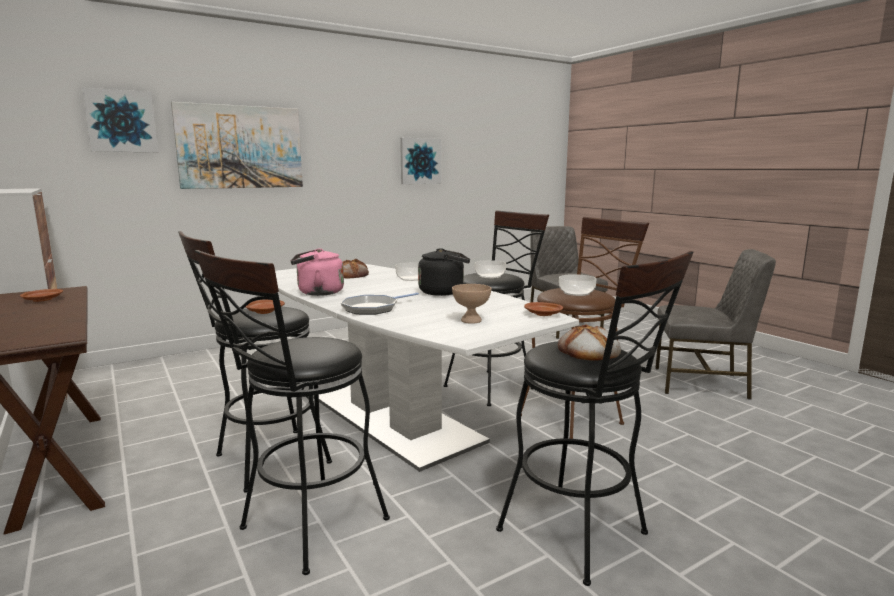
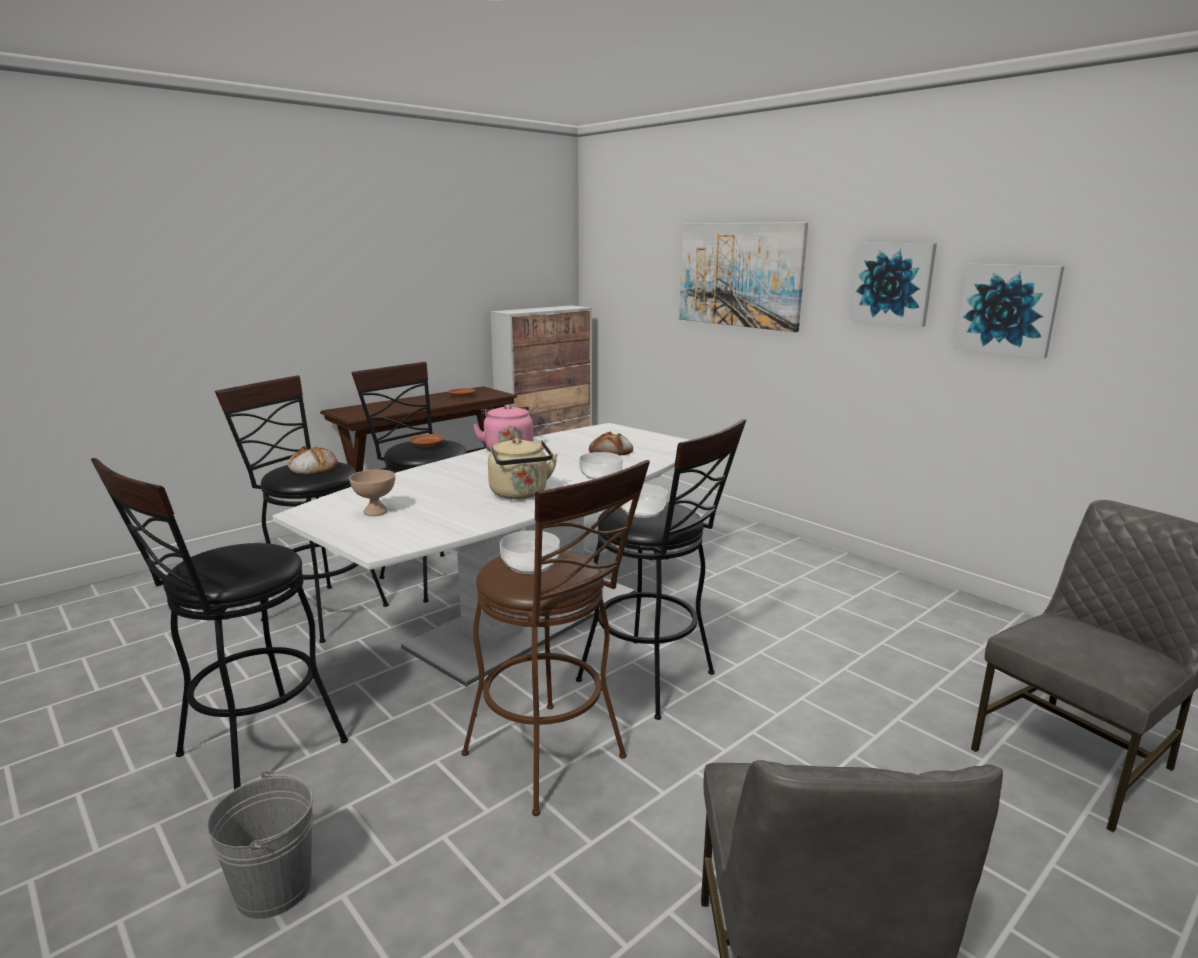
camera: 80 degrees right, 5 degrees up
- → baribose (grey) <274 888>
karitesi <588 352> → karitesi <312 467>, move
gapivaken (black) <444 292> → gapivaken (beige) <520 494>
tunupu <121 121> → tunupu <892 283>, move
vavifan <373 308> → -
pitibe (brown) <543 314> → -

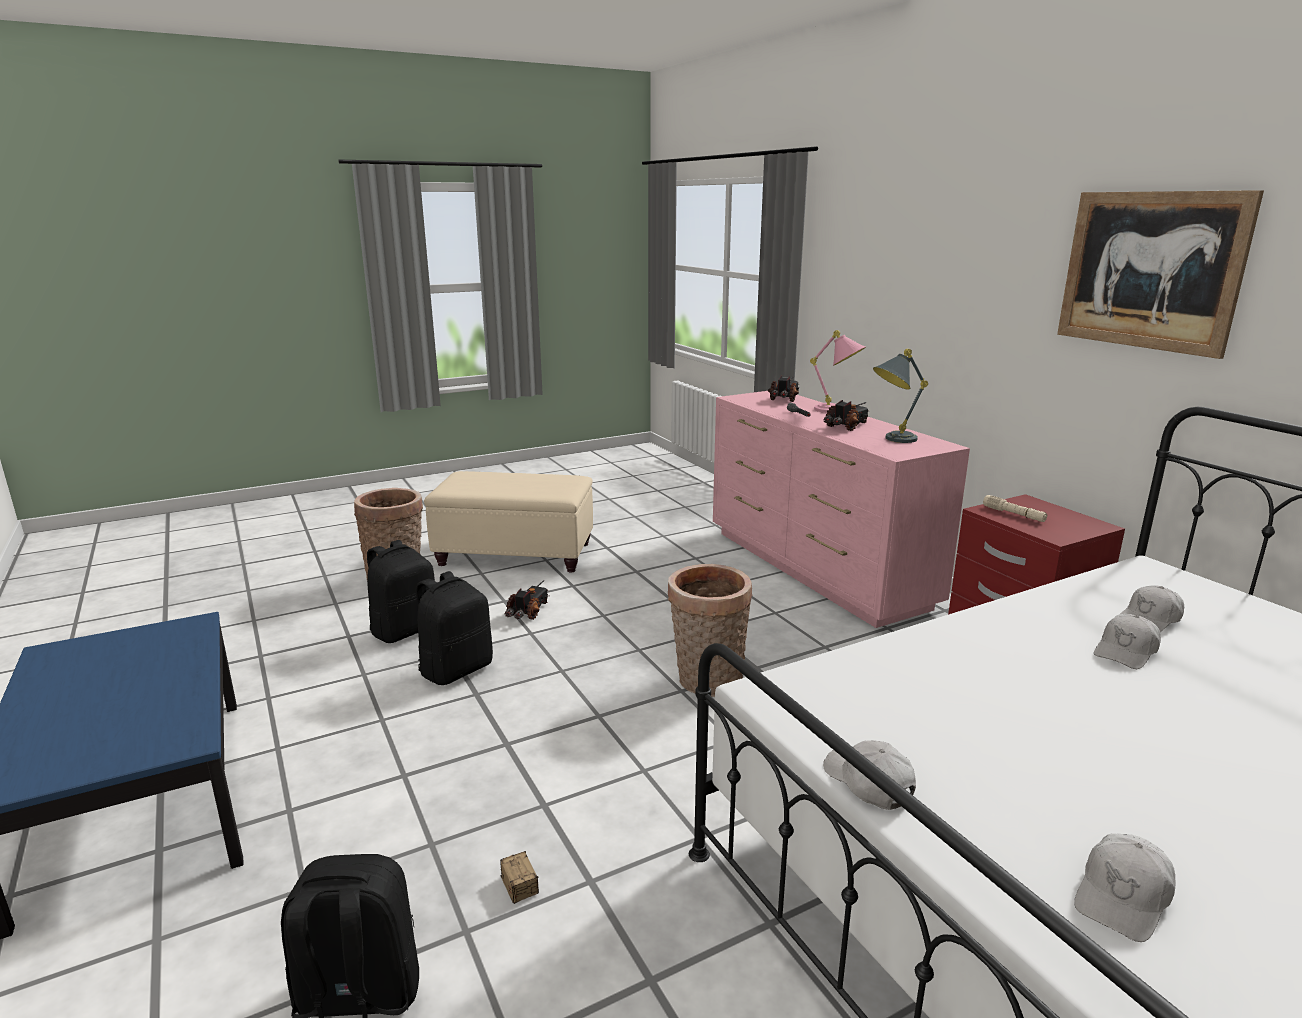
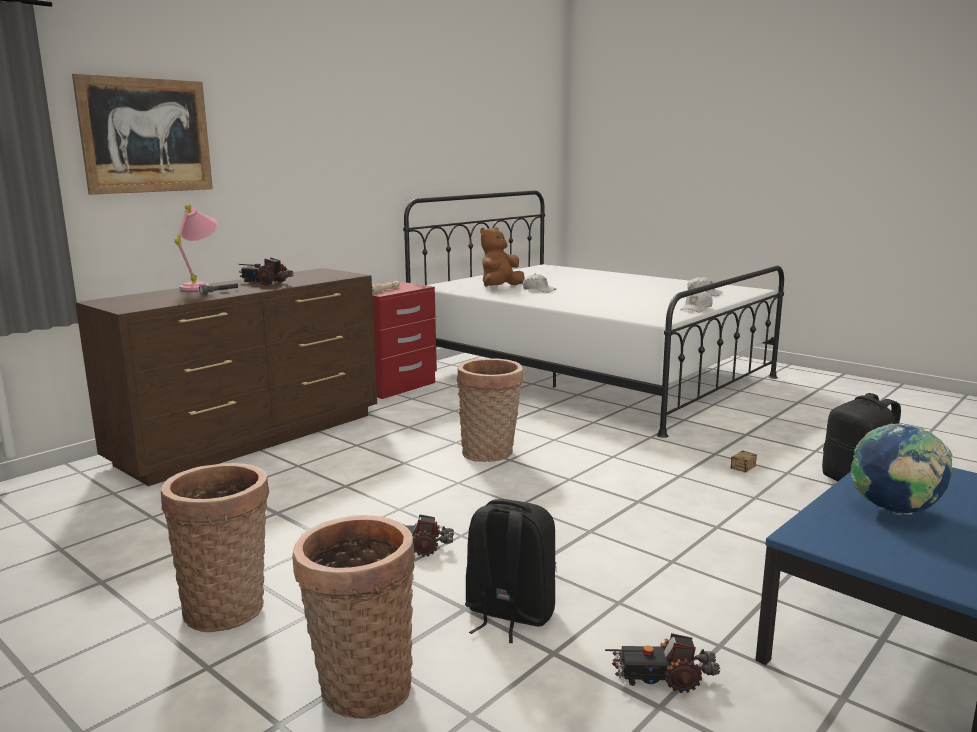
camera: 110 degrees left, 5 degrees down
tunupu <1150 270> → tunupu <146 136>, move
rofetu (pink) <816 569> → rofetu (brown) <252 438>
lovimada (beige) <516 554> → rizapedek <227 606>
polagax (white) <1149 619> → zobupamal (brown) <500 288>
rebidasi <785 399> → rebidasi <662 678>, move
- → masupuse <895 512>
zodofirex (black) <456 669> → -
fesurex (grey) <891 440> → -

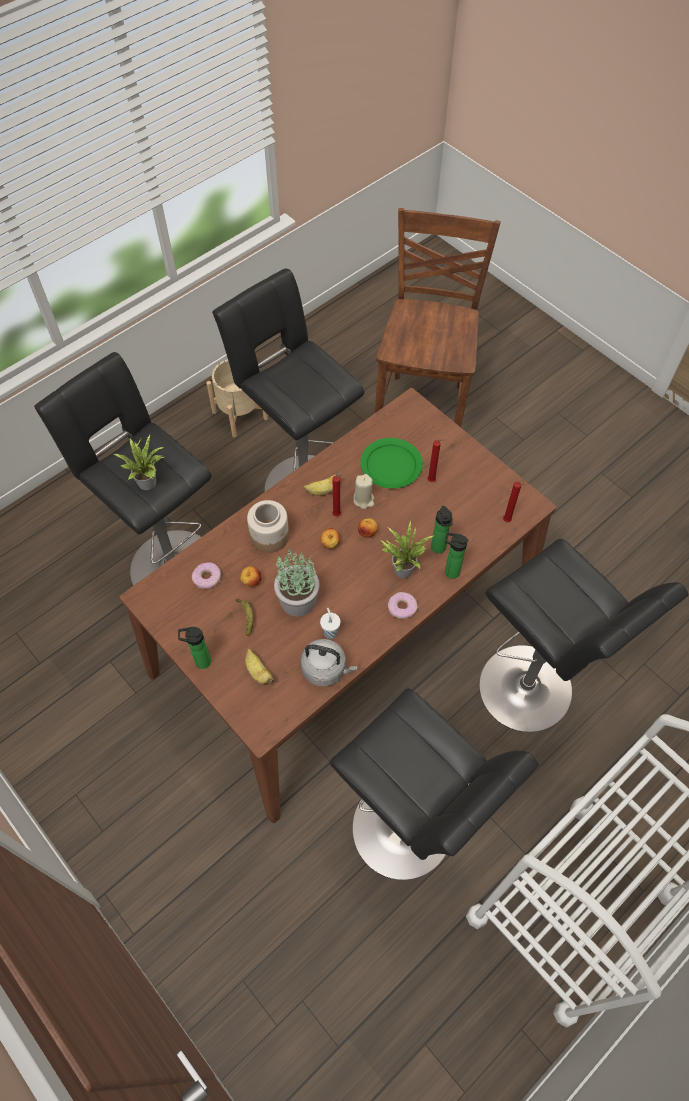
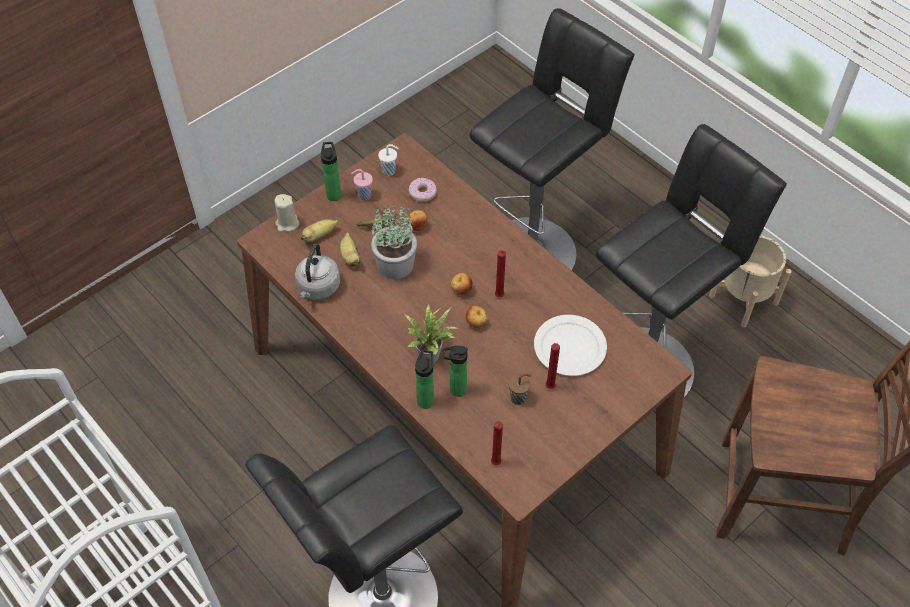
camera: 90 degrees right, 5 degrees down
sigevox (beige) <363 499> → sigevox (beige) <287 223>, move
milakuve <323 491> → milakuve <350 257>, move
- → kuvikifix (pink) <363 195>
kuvikifix (white) <330 632> → kuvikifix (white) <389 171>, move
- → kuvikifix (brown) <519 398>
pitibe (green) <391 464> → pitibe (white) <570 347>
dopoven <149 481> → -
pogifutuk <270 536> → -
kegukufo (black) <408 833> → -
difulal <402 607> → -

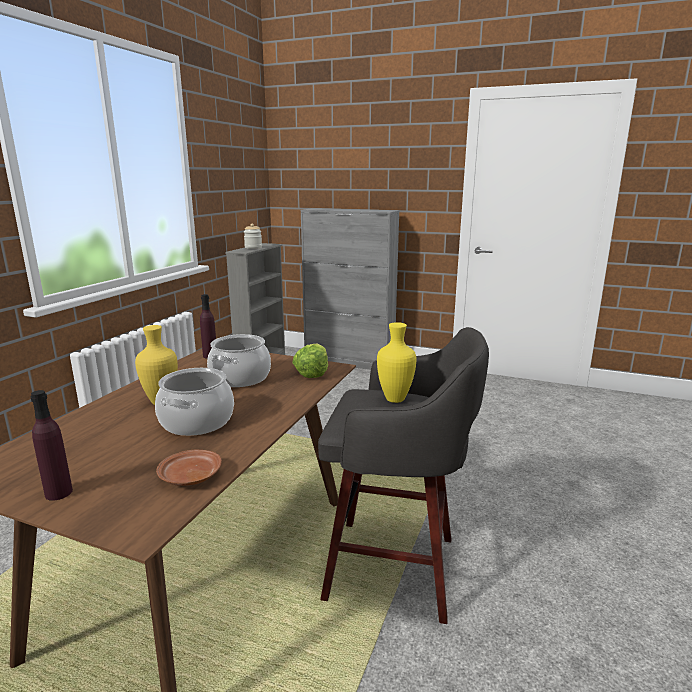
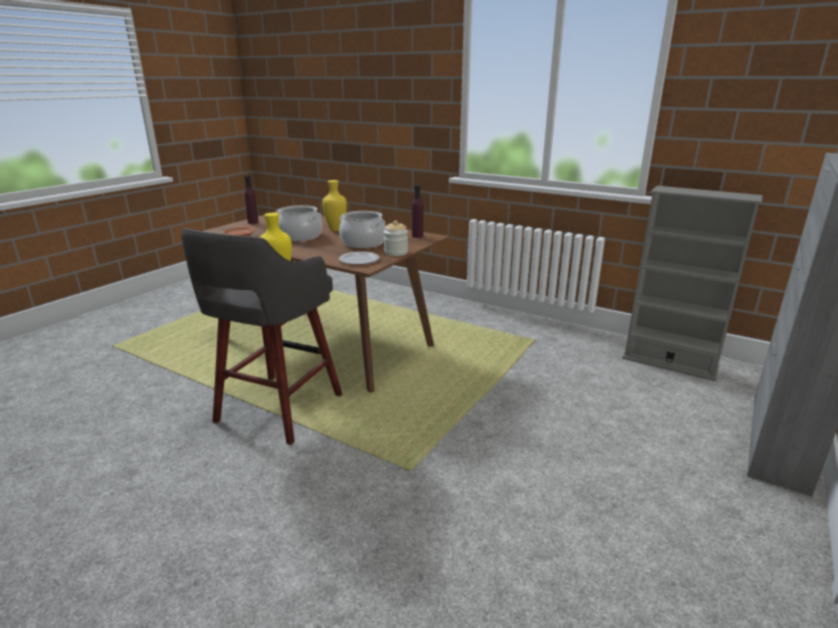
camera: 100 degrees right, 5 degrees up
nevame <312 372> → pitibe <359 260>
pogifutuk <253 247> → pogifutuk <396 252>, move

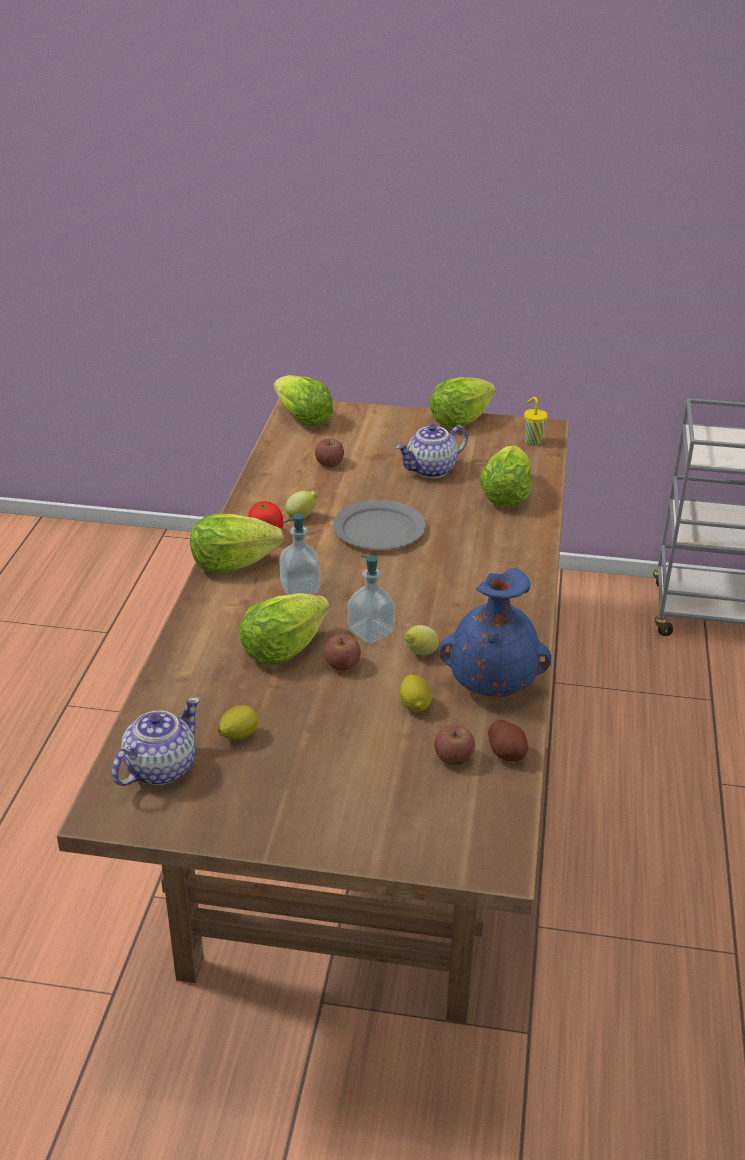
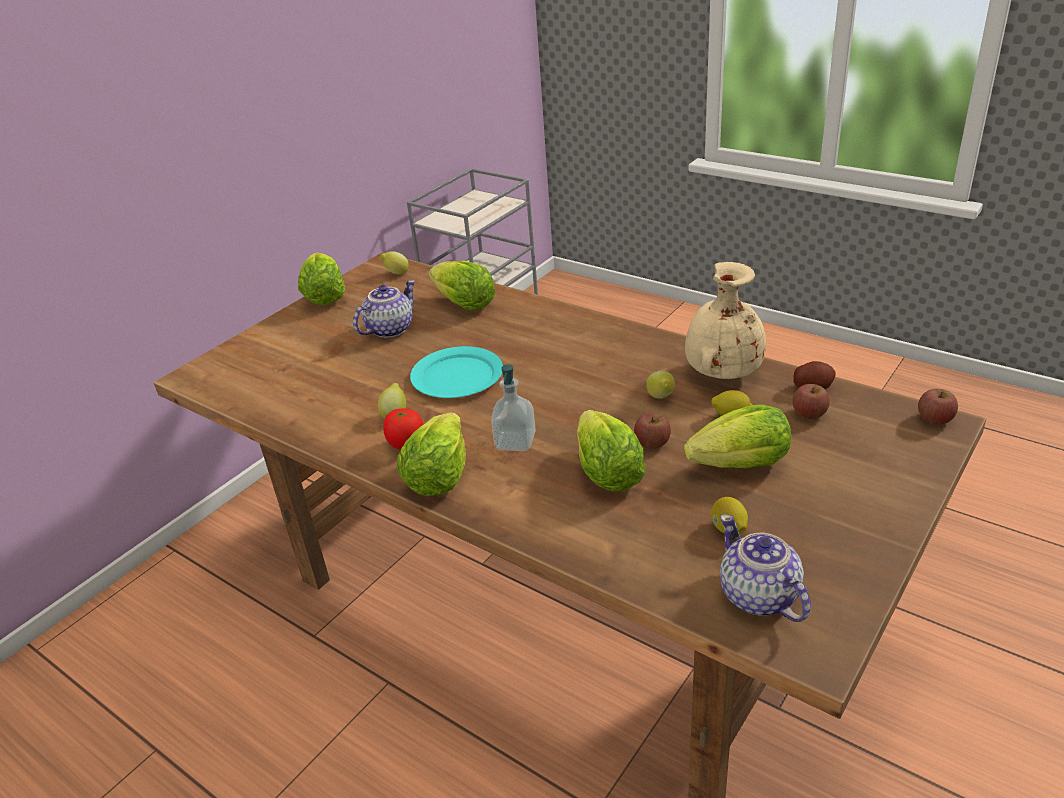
camera: 60 degrees left, 0 degrees up
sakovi <431 470> → sakovi <389 329>, 135 degrees counterclockwise
kuvikifix (yellow) <532 441> → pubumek <396 273>
pitibe (grey) <380 529> → pitibe (turquoise) <458 376>
nevame <302 419> → nevame <741 465>, move
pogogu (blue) <492 684> → pogogu (beige) <721 373>
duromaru <329 463> → duromaru <934 419>, move
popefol <370 632> → -

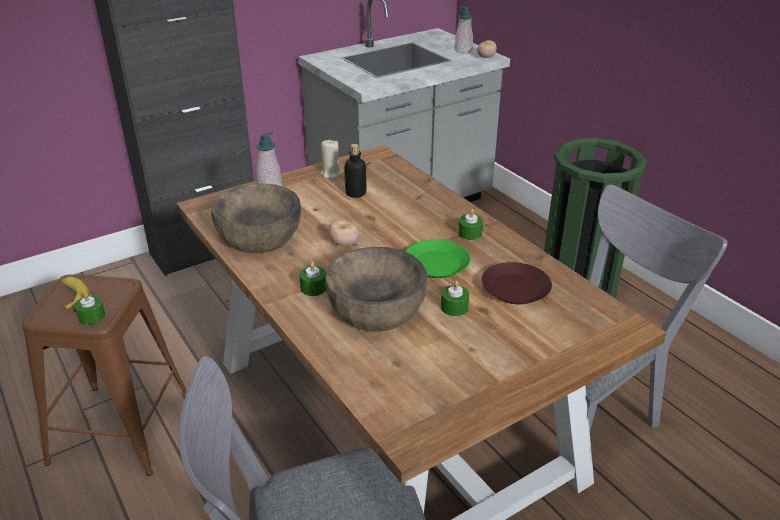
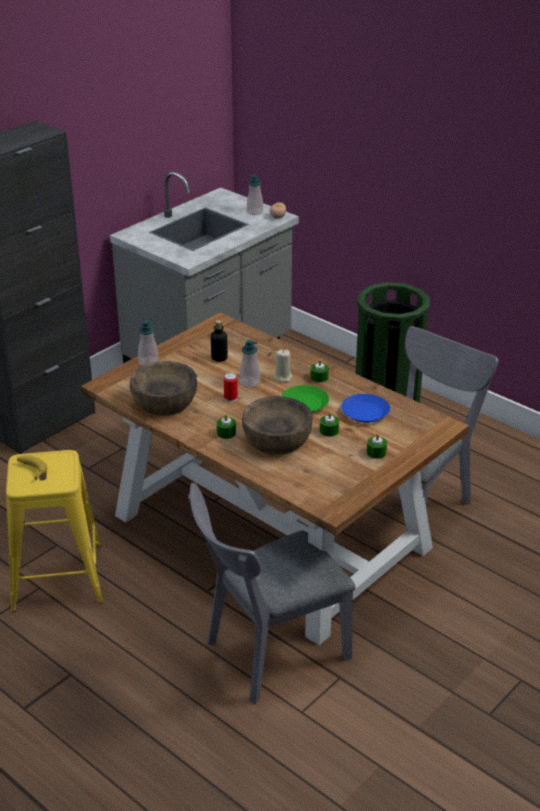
camera: 15 degrees left, 0 degrees up
kegukufo (brown) <120 429> → kegukufo (yellow) <57 577>
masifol <343 243> → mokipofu <230 398>
- → popefol <249 382>
sigevox (beige) <331 173> → sigevox (beige) <283 377>, move
pitibe (brown) <514 289> → pitibe (blue) <364 412>
sigevox (green) <92 317> → sigevox (green) <376 452>, move

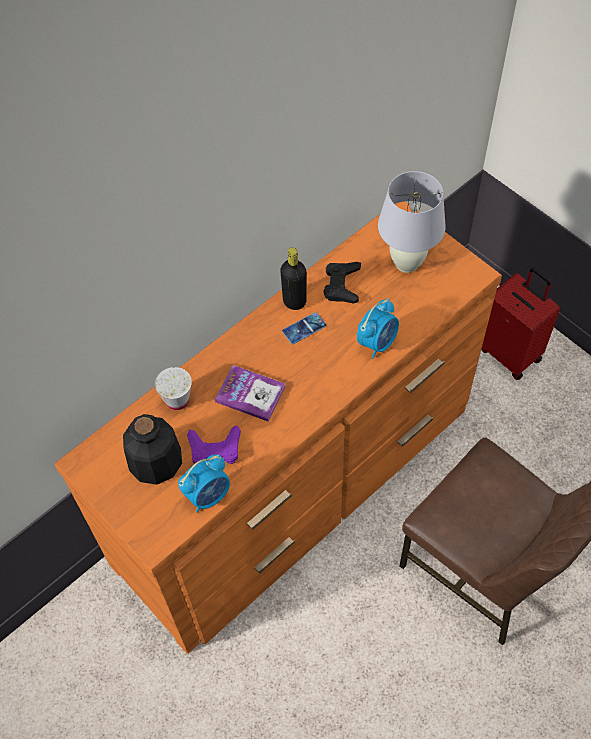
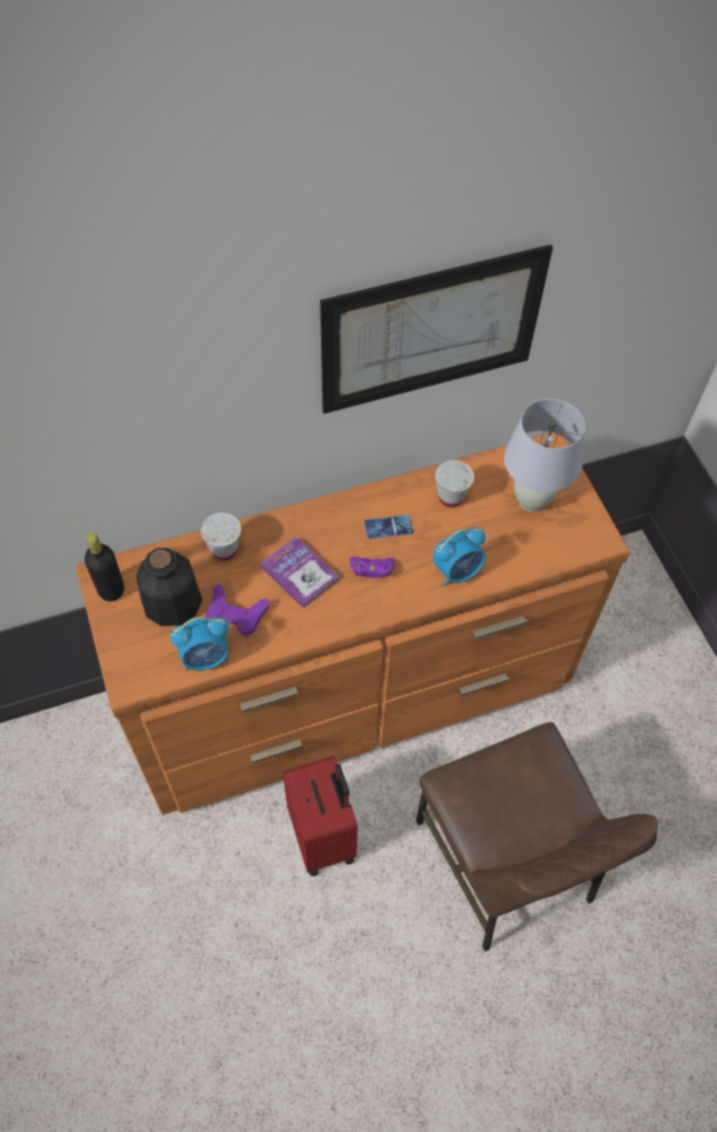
camera: 20 degrees right, 0 degrees up
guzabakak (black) <294 301> → guzabakak (black) <111 590>, move
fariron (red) <510 353> → fariron (red) <324 836>, move
- → tunupu <431 331>
- → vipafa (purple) <372 569>
vipafa (black) <342 285> → kuvikifix (white) <451 497>

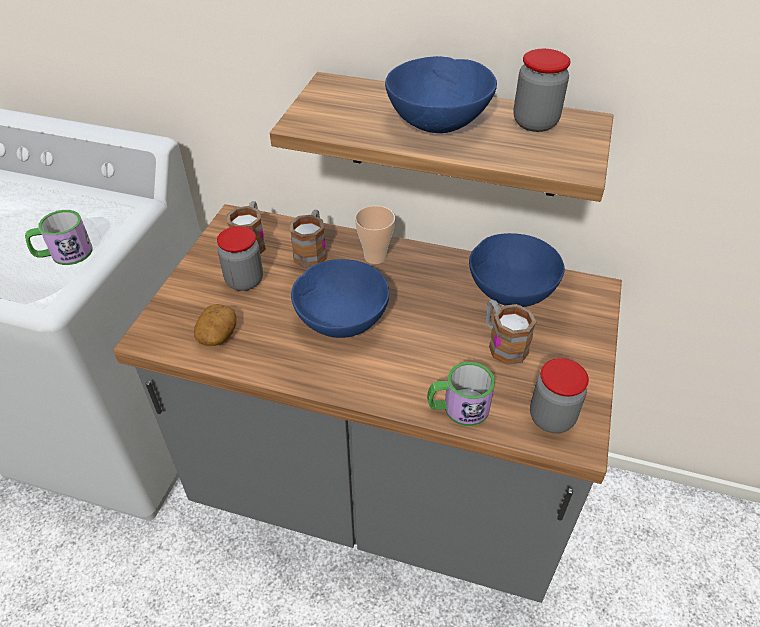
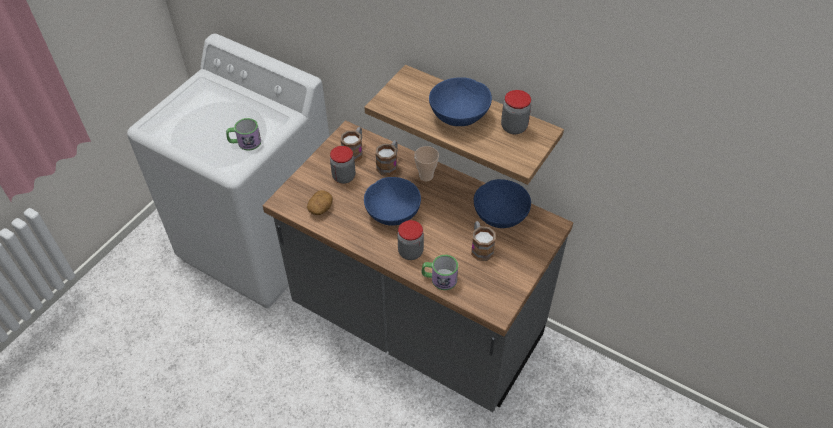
camera: 15 degrees right, 5 degrees up
pogifutuk <551 418> → pogifutuk <410 252>, move

